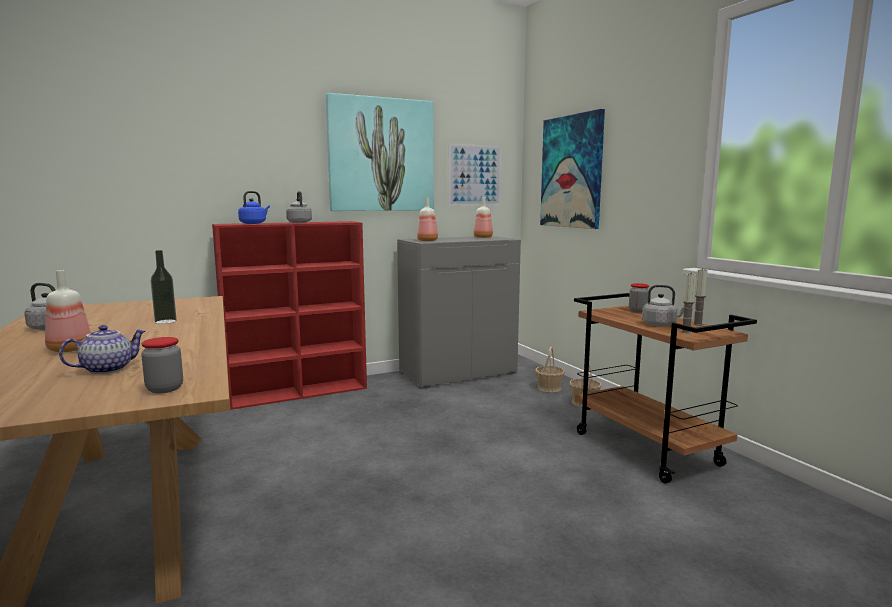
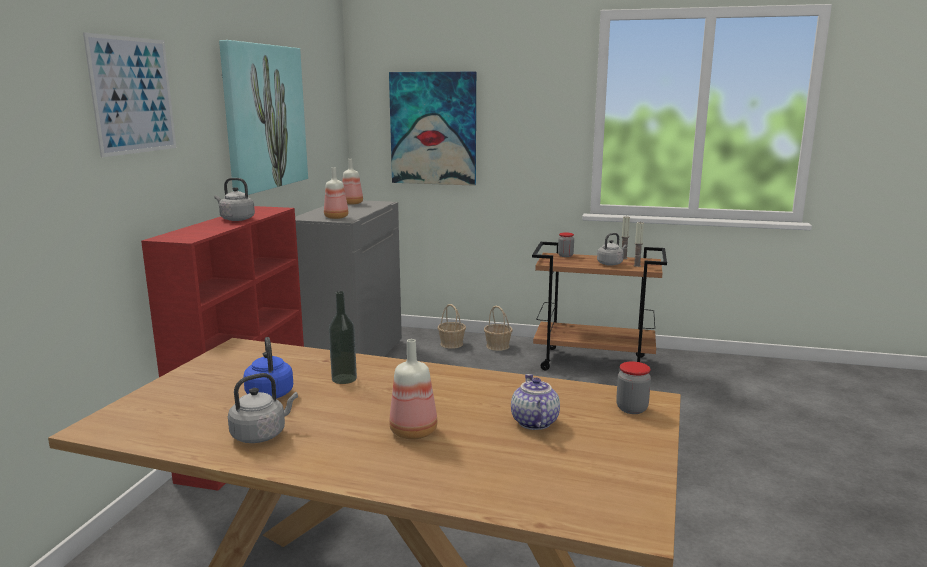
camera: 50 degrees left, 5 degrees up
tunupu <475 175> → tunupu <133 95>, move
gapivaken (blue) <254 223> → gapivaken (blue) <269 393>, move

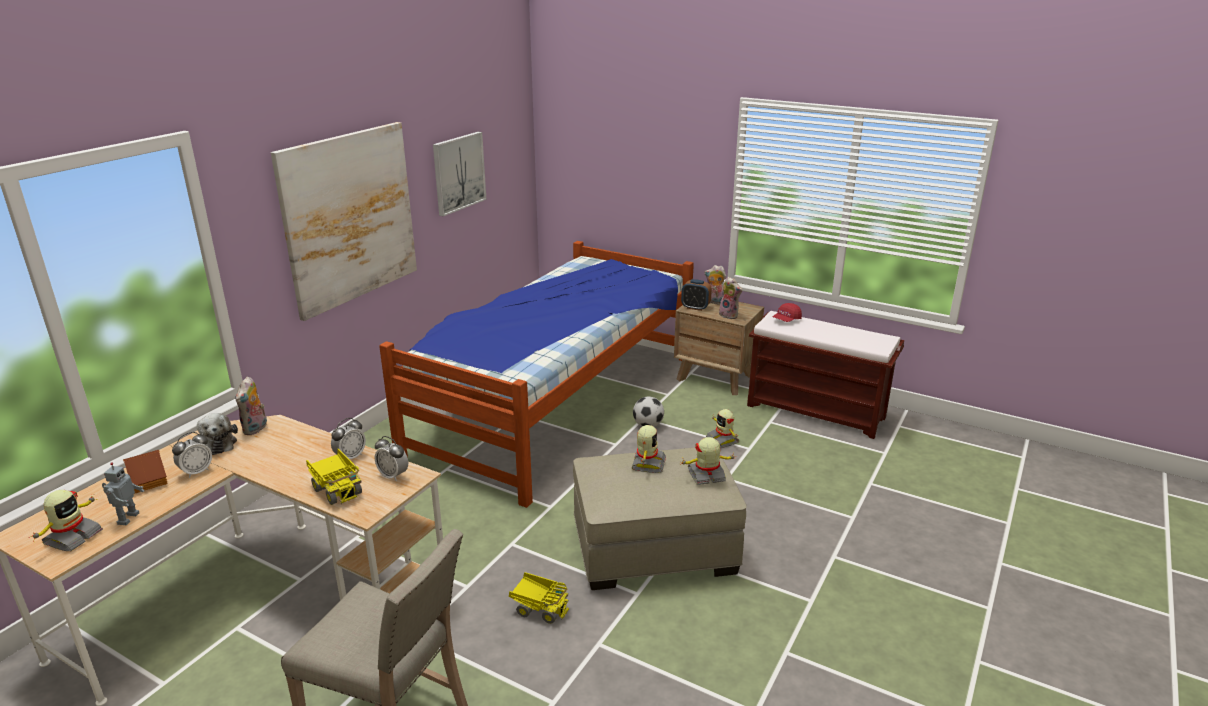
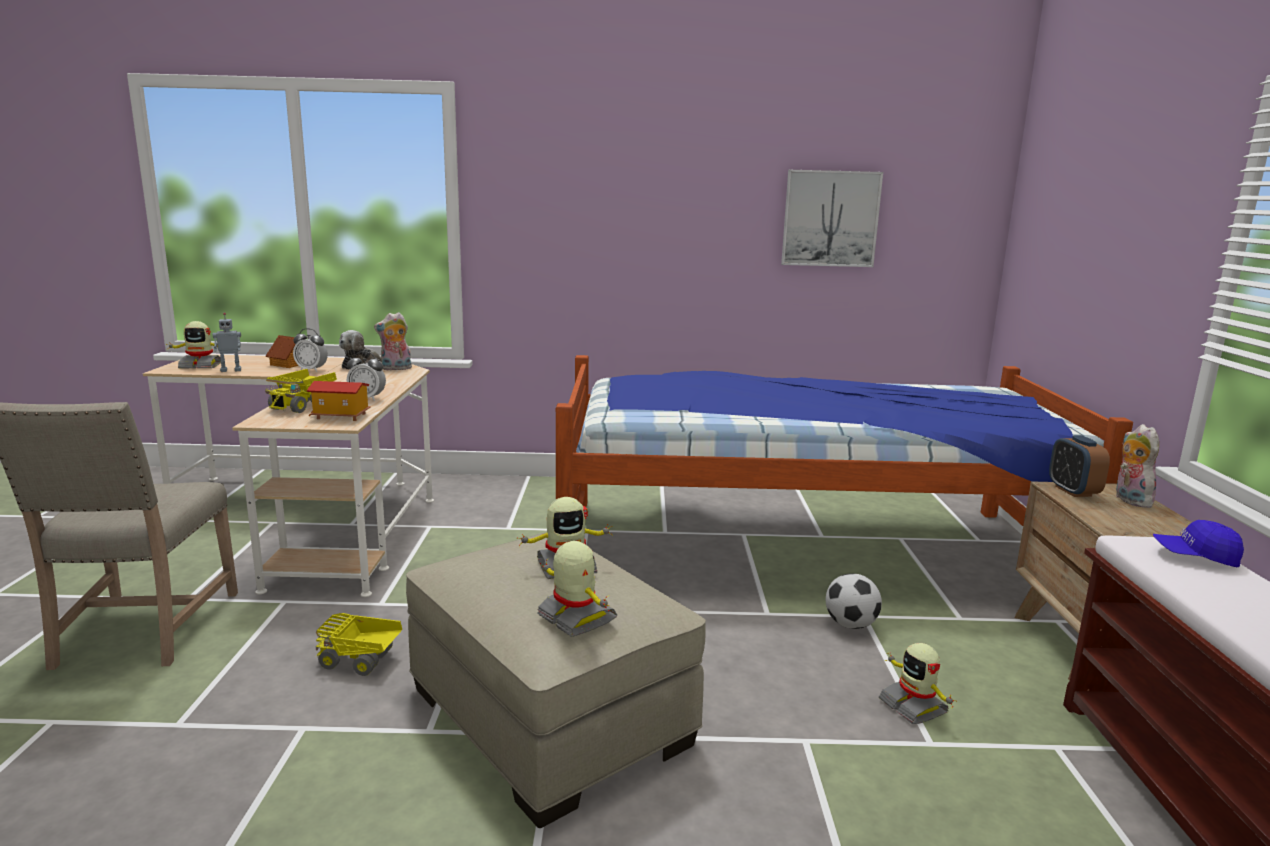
camera: 60 degrees right, 10 degrees down
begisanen <393 475> → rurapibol <340 416>
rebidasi <539 608> → rebidasi <360 661>, 105 degrees clockwise
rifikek <723 440> → rifikek <914 706>, 60 degrees counterclockwise
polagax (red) <786 320> → polagax (blue) <1195 557>
tunupu <349 217> → -
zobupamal <729 315> → -

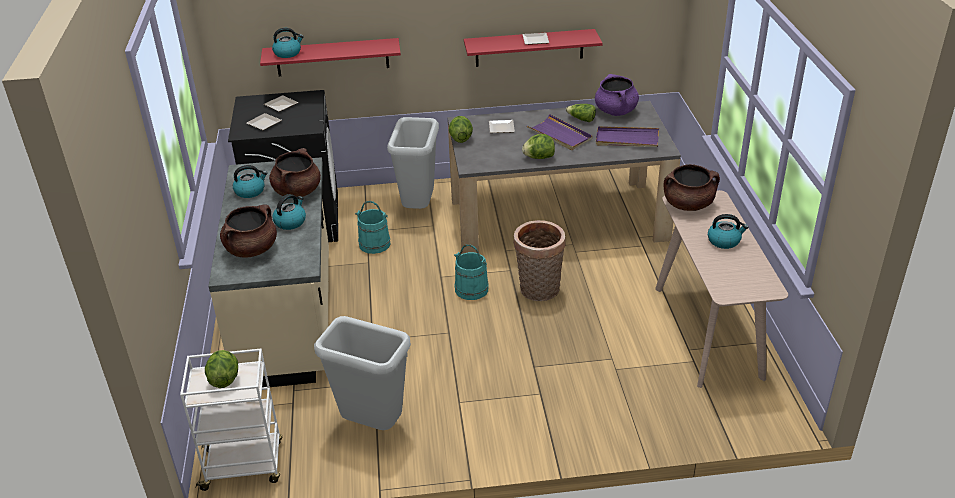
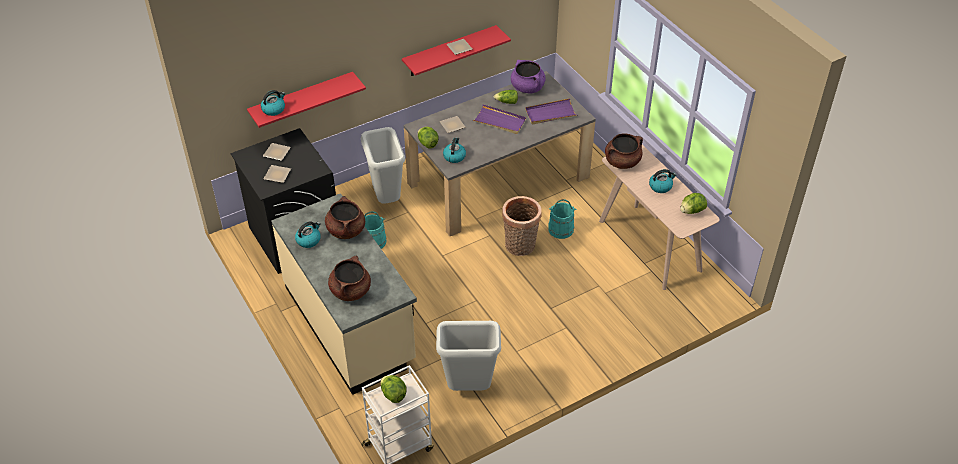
camera: 25 degrees left, 10 degrees up
gapivaken <290 222> → gapivaken <454 156>, move
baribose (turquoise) <471 289> → baribose (turquoise) <561 229>, move
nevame <539 157> → nevame <691 211>, move

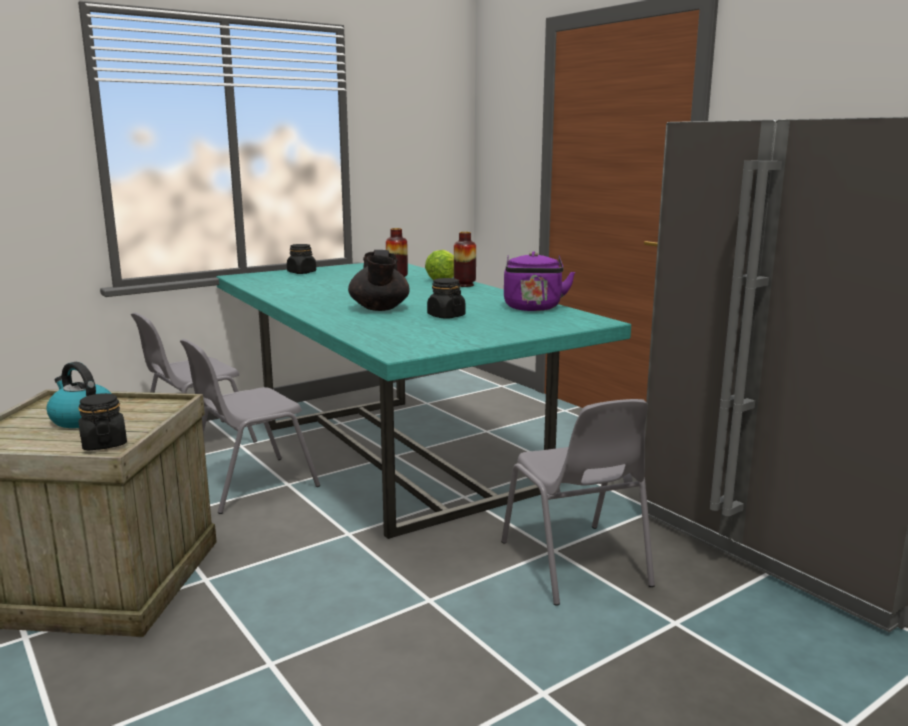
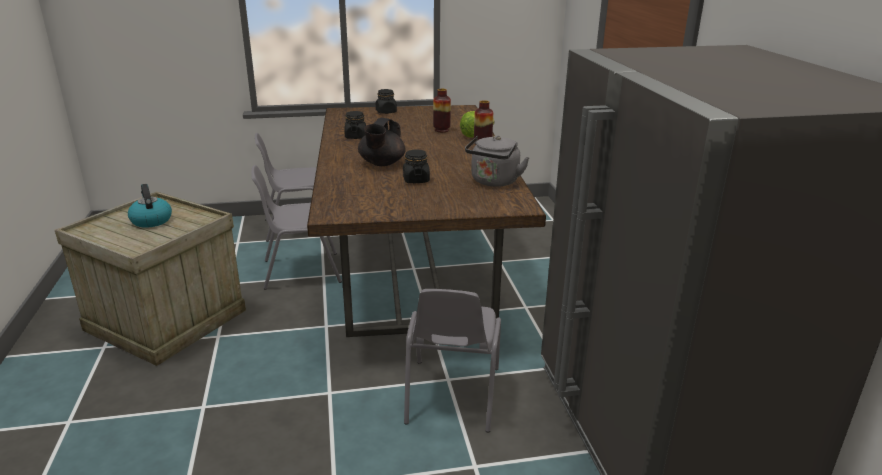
camera: 25 degrees right, 10 degrees up
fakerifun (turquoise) <395 455> → fakerifun (brown) <413 268>
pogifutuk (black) <104 444> → pogifutuk (black) <355 136>, move
gapivaken (purple) <533 308> → gapivaken (grey) <494 182>

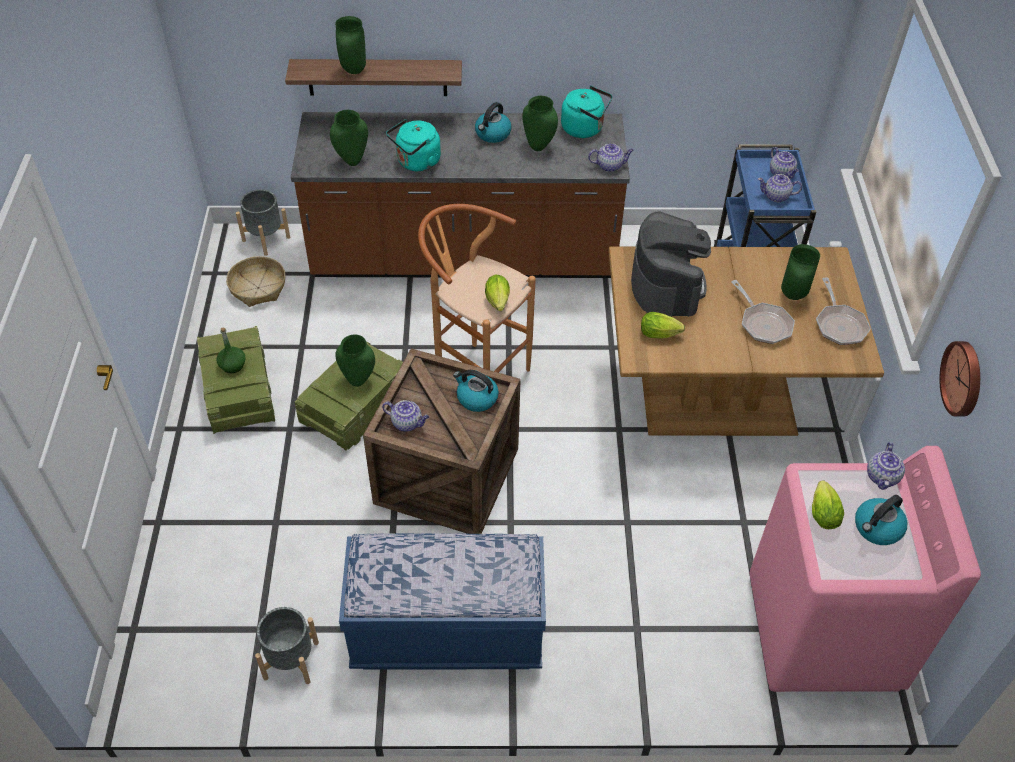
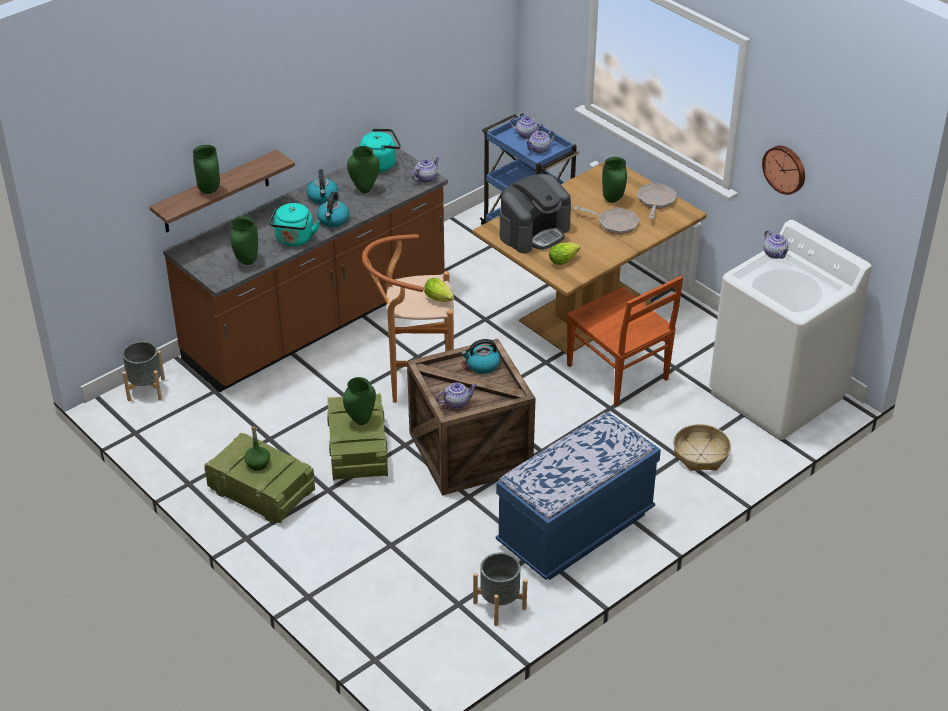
camera: 40 degrees left, 10 degrees down
gapivaken <877 528> → gapivaken <333 220>, move
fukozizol <666 284> → fukozizol <534 232>, 90 degrees clockwise
- → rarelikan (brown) <618 373>
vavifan <839 325> → vavifan <655 201>, 120 degrees counterclockwise
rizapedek <258 287> → rizapedek <700 455>, move
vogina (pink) <823 633> → vogina (white) <777 395>
nevame <822 512> → -

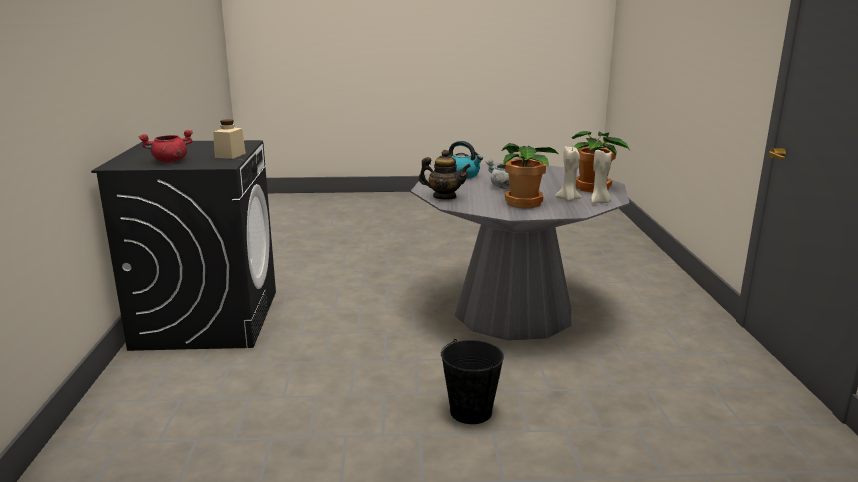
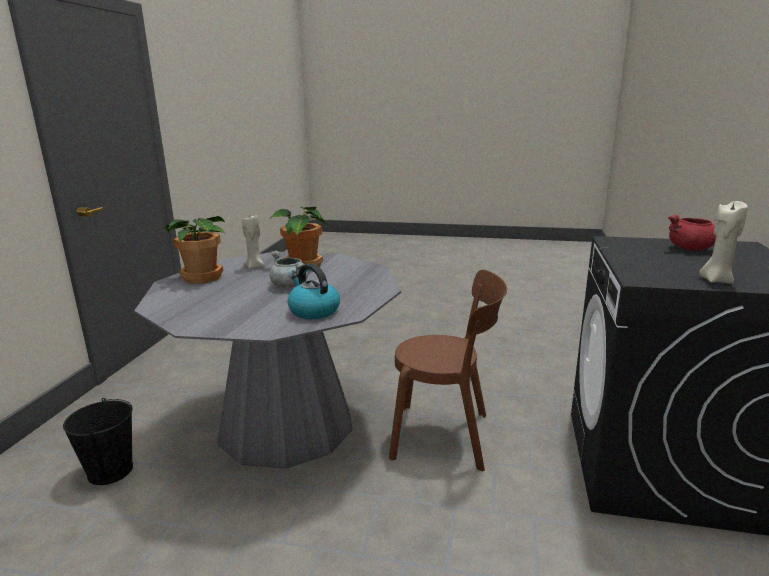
camera: 165 degrees left, 0 degrees up
baribose (black) <471 411> → baribose (black) <110 471>, move
- → rarelikan (brown) <446 437>
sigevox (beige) <599 202> → sigevox (beige) <716 280>, move
pogifutuk (beige) <230 155> → -
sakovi <444 197> → -

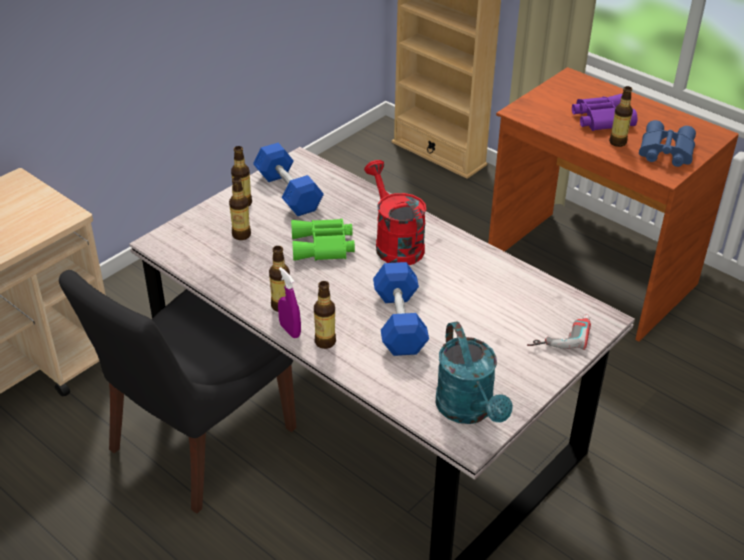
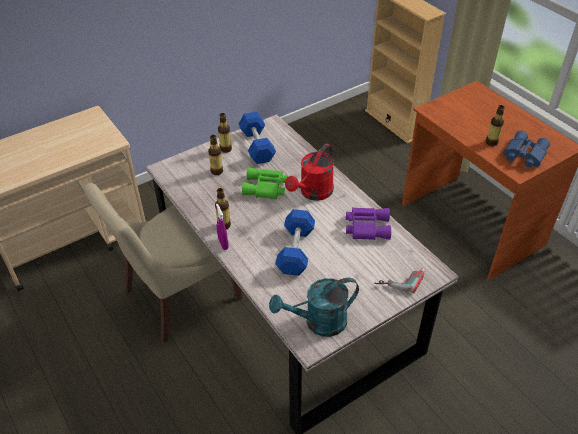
camera: 15 degrees right, 5 degrees up
rarelikan (black) <198 443> → rarelikan (beige) <179 296>
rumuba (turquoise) <469 411> → rumuba (turquoise) <318 323>, 75 degrees clockwise
rumuba (red) <395 243> → rumuba (red) <313 193>, 135 degrees counterclockwise
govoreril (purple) <600 118> → govoreril (purple) <366 226>, move
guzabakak <325 342> → -

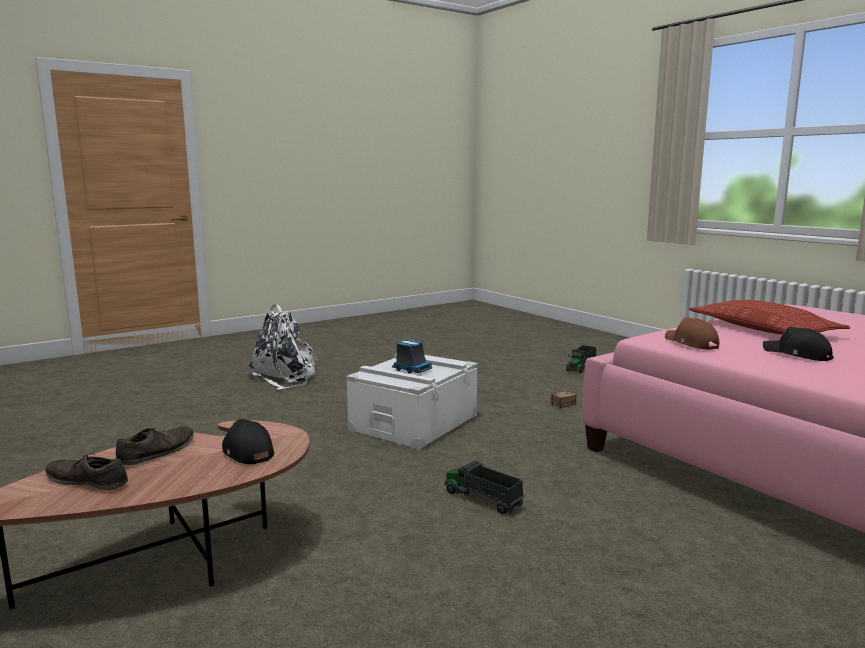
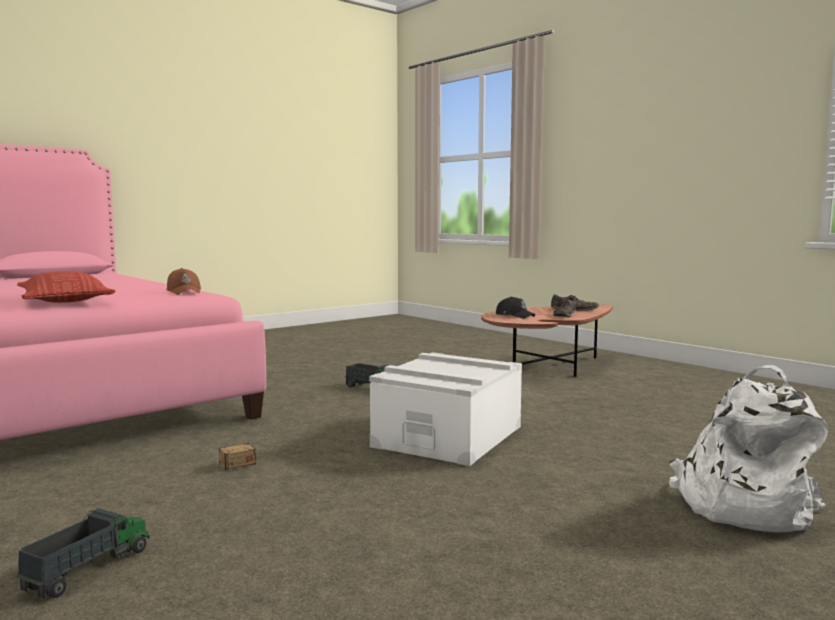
camera: 175 degrees right, 5 degrees down
rebidasi <411 369> → -
polagax (black) <797 354> → -

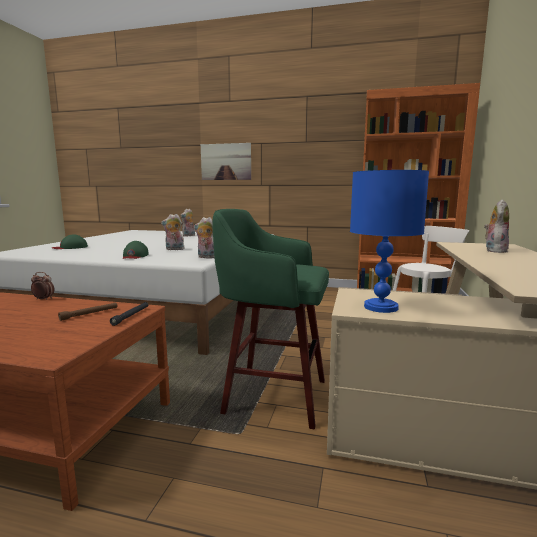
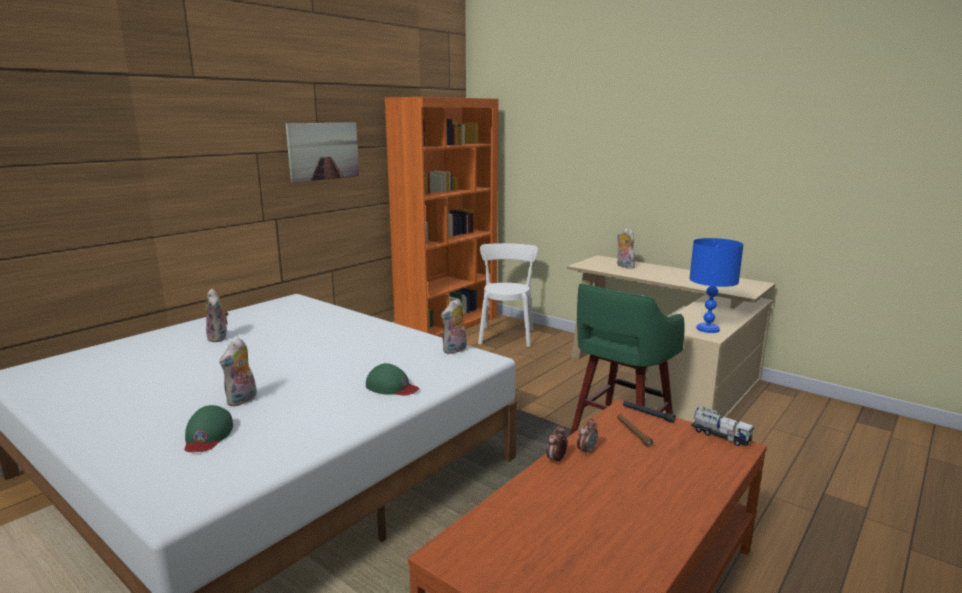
camera: 65 degrees left, 5 degrees up
zobupamal <174 249> → zobupamal <242 400>, move
tunupu <226 162> → tunupu <323 151>, move
- → begisanen <586 451>
- → rebidasi <720 436>

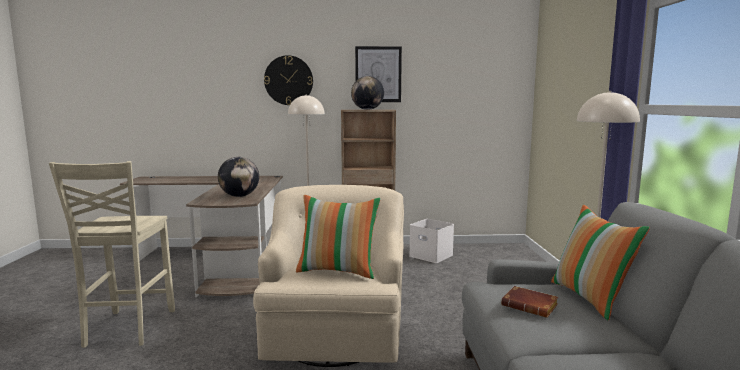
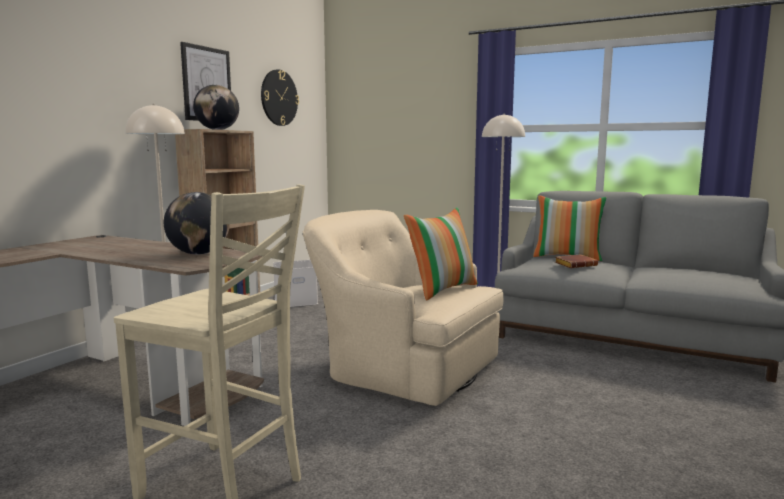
camera: 60 degrees left, 0 degrees up
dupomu <288 80> → dupomu <279 98>, move

